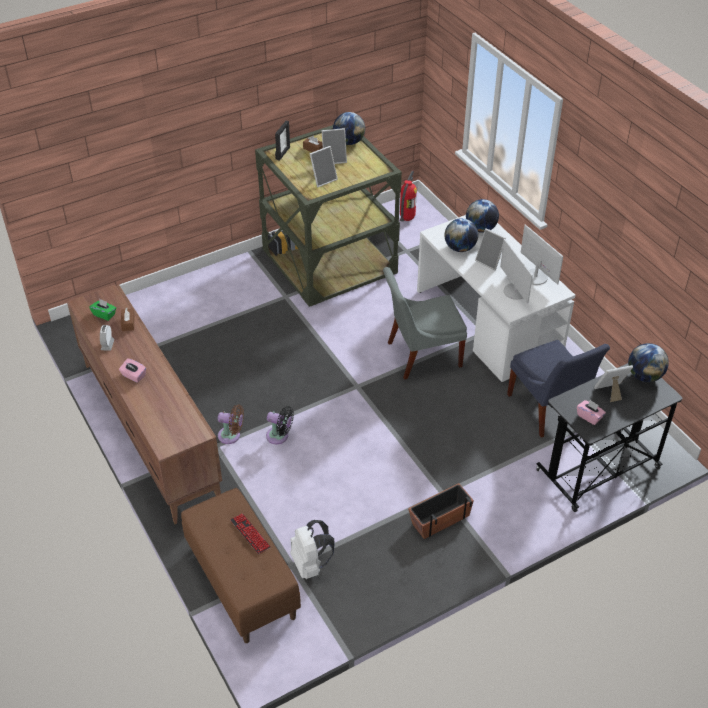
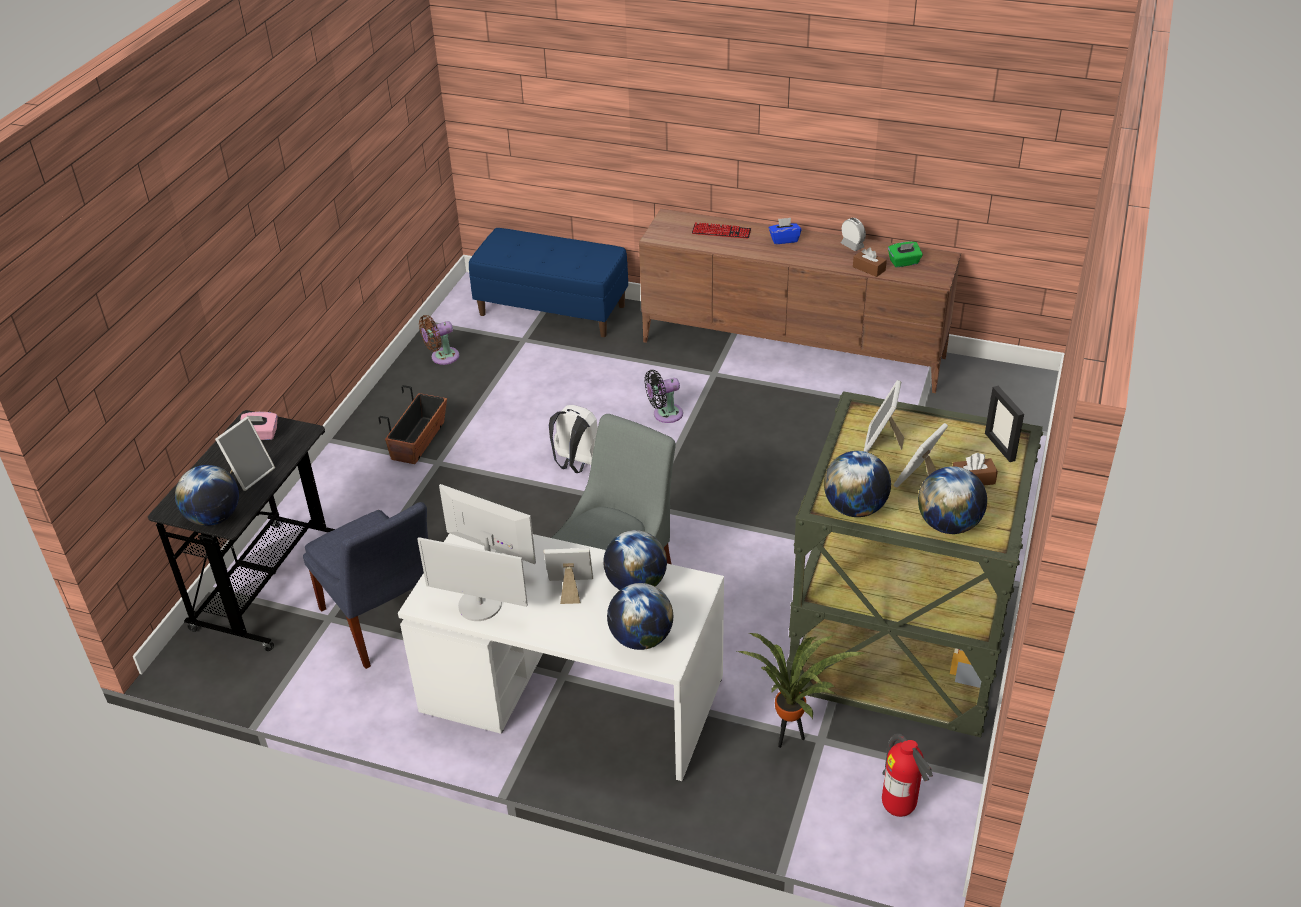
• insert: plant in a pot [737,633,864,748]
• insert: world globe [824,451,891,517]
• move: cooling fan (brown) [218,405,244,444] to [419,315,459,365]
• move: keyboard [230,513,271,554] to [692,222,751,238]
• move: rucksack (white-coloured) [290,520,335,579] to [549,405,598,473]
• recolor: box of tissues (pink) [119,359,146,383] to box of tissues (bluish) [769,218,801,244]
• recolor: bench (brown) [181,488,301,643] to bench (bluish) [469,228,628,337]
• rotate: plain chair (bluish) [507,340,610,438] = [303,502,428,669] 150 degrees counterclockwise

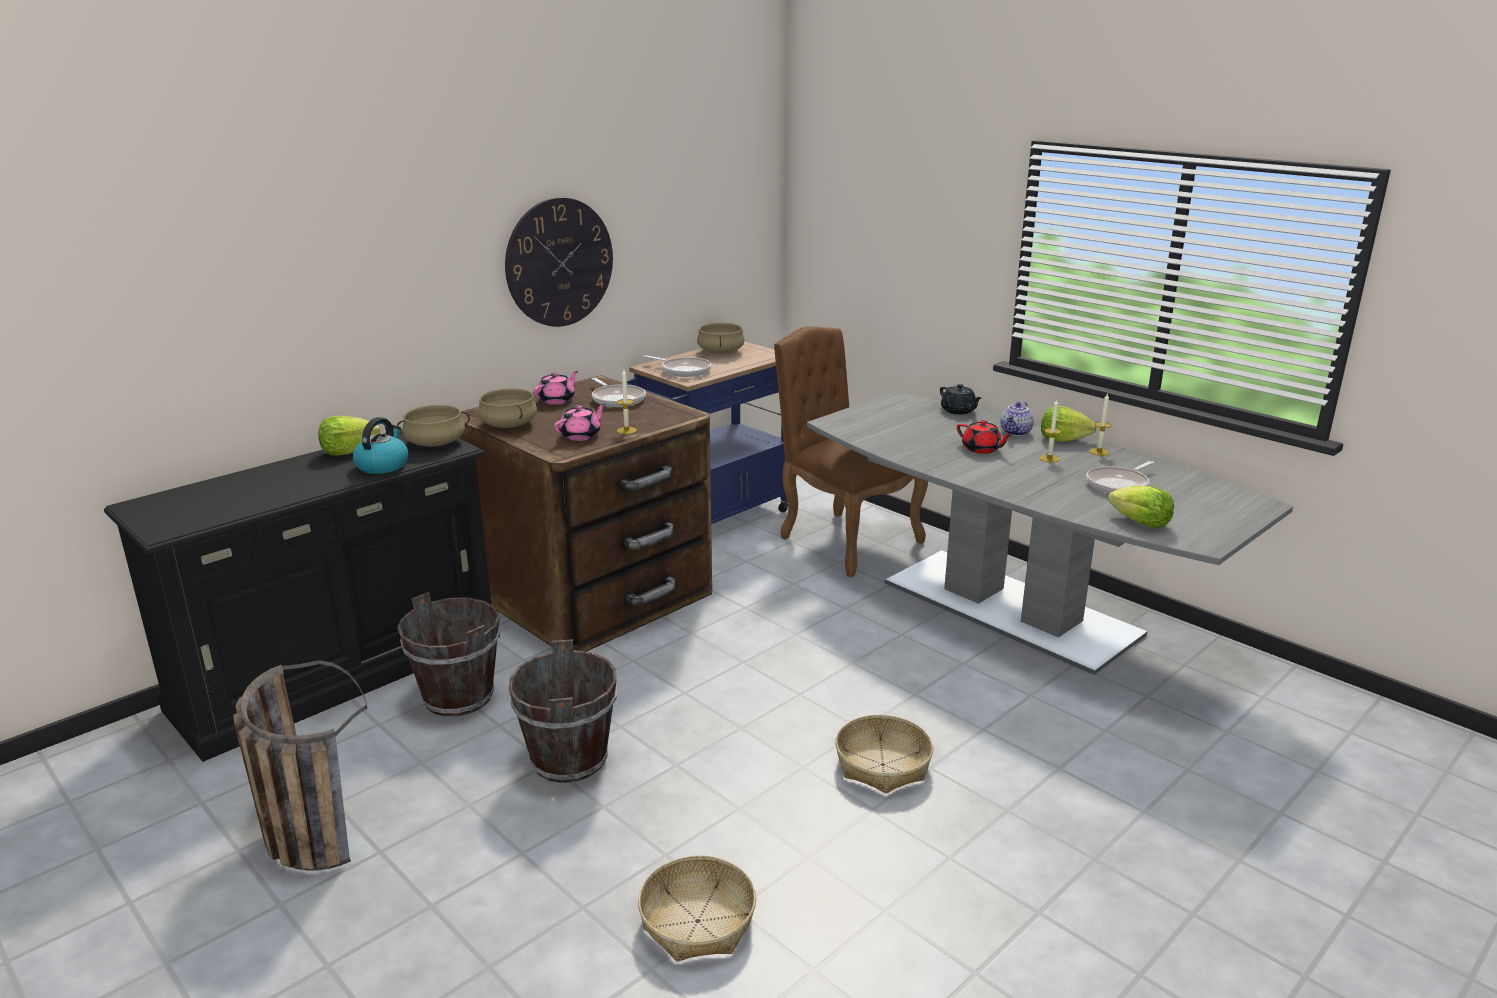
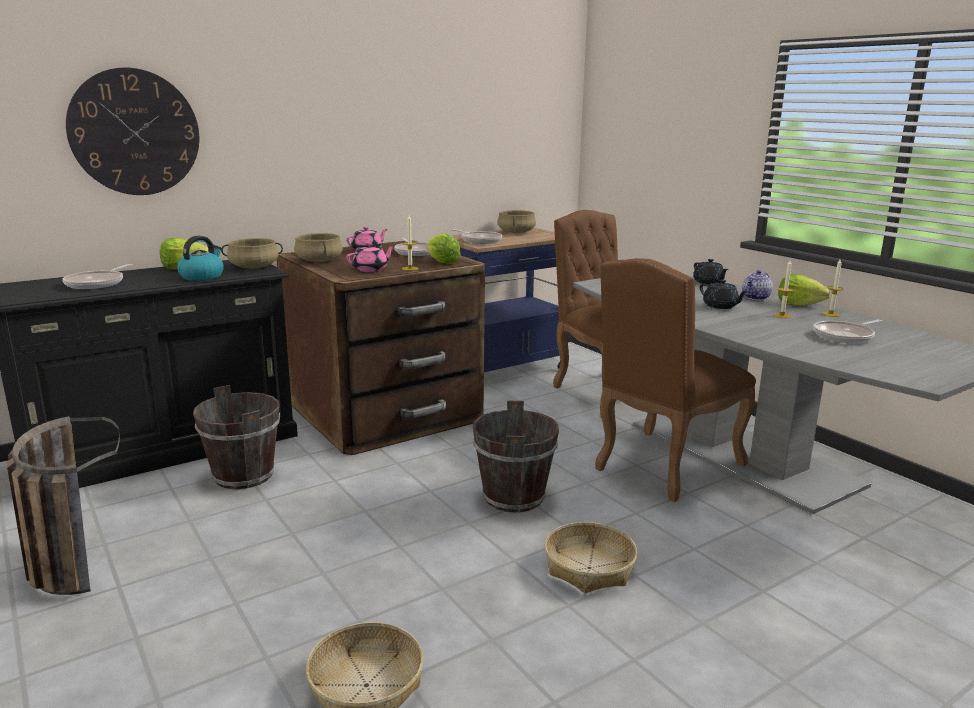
• insert: skillet [62,264,132,289]
• insert: plain chair (brown) [595,258,756,502]
• move: hanging clock [505,197,613,327] to [66,67,199,195]
• move: water bucket (brown) [509,639,617,783] to [473,401,559,513]
• move: lettuce [1108,486,1174,528] to [426,233,461,264]
• recolor: teapot (red-coloured) [957,420,1013,454] to teapot (black) [700,280,749,309]

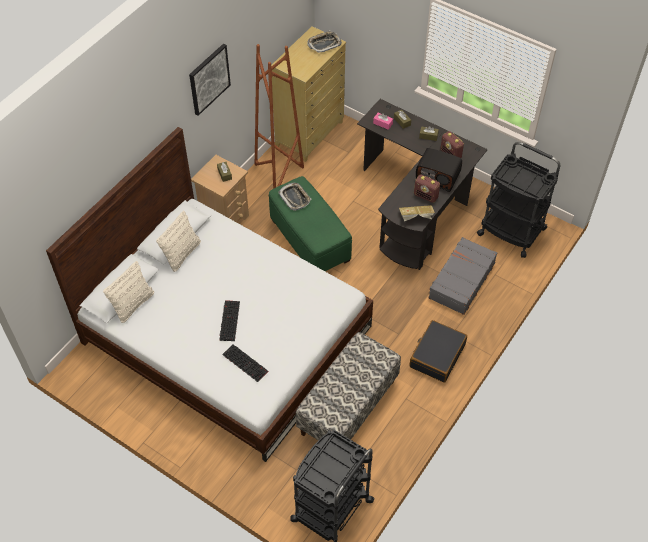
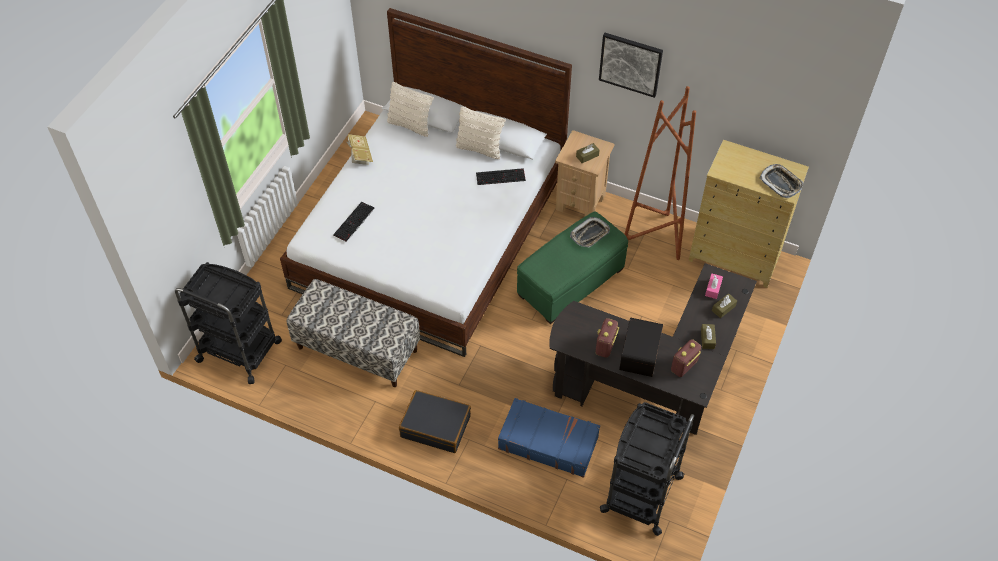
• move: keyboard [219,300,240,341] to [476,168,526,185]
• move: book [399,205,435,221] to [347,134,373,165]
• recolor: piece of luggage (gray) [428,237,497,315] to piece of luggage (bluish) [498,398,600,478]

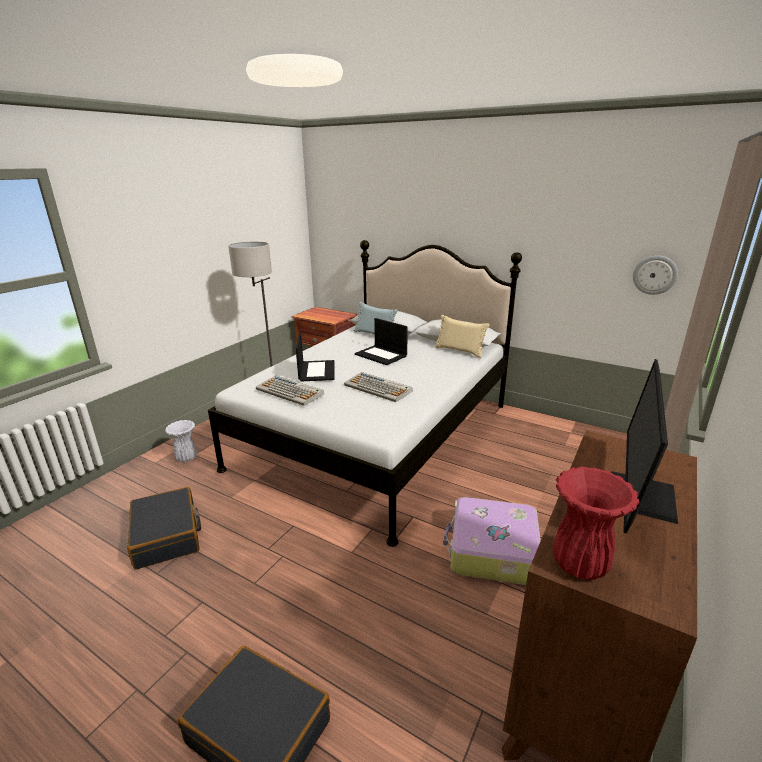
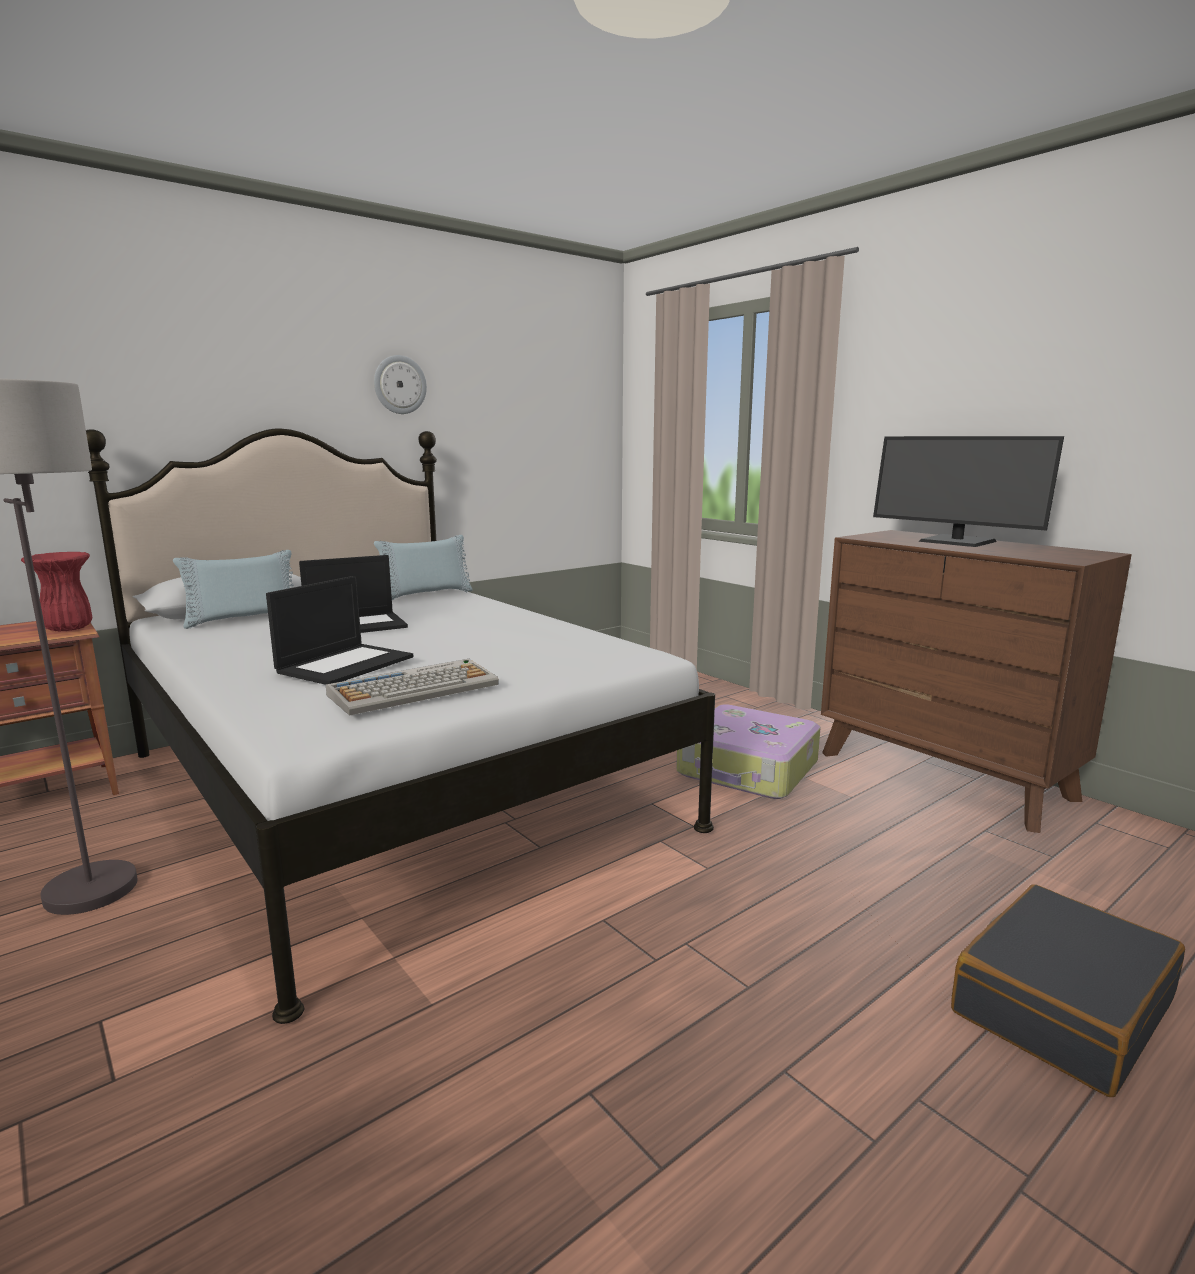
• delete: piece of luggage (black) [127,487,201,570]
• delete: decorative vase (white-coloured) [165,420,197,462]
• delete: keyboard [344,372,413,402]
• move: decorative vase (red-coloured) [553,467,639,580] to [21,552,92,631]
• move: hanging clock [633,255,678,295] to [374,355,427,414]
• recolor: throw pillow (beige) [434,315,489,358] to throw pillow (bluish) [374,535,473,600]
• rotate: portable computer [296,332,335,382] = [266,576,414,685] 105 degrees clockwise

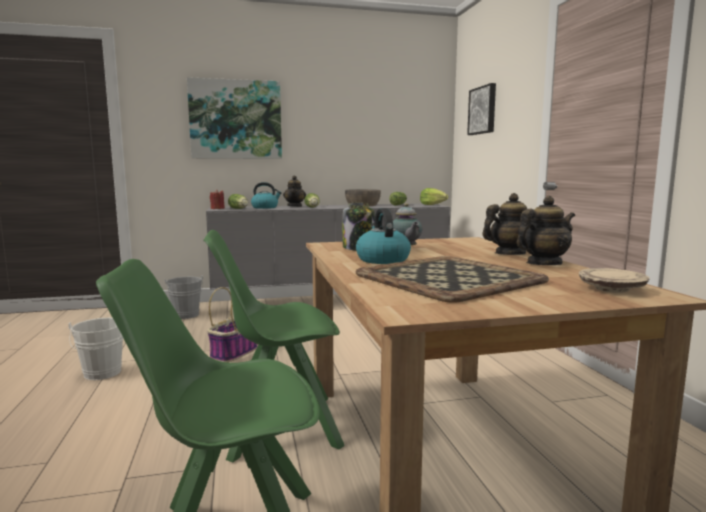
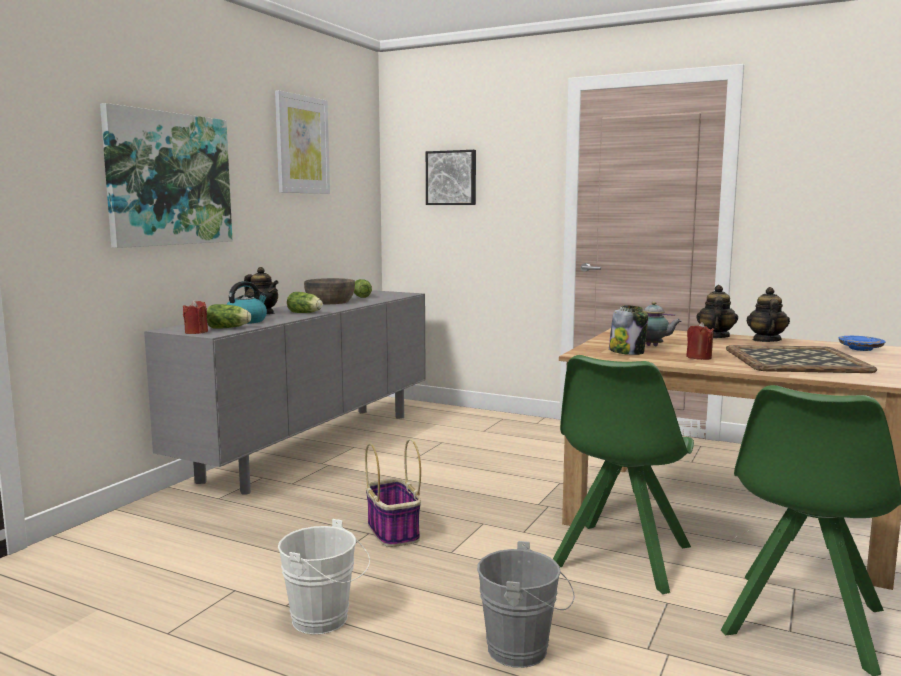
• delete: lettuce [420,188,448,205]
• insert: wall picture [275,90,330,194]
• move: water bucket (gray) [165,275,203,319] to [477,541,575,668]
• replace: tea kettle [356,208,411,264] to candle (red-coloured) [686,322,714,360]
• recolor: flat dish (beige) [579,268,650,293] to flat dish (bluish) [838,336,886,351]

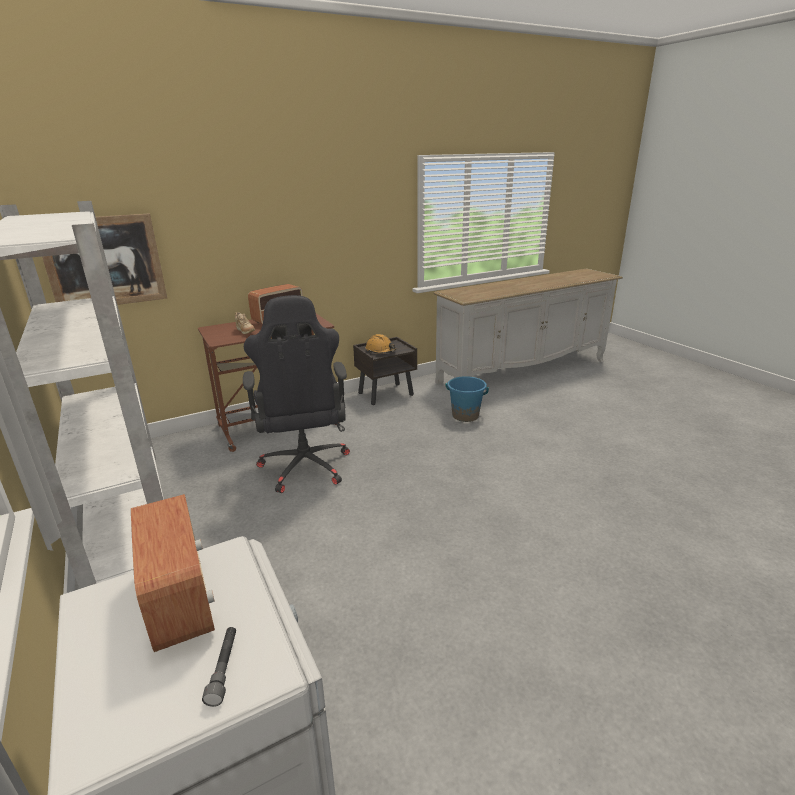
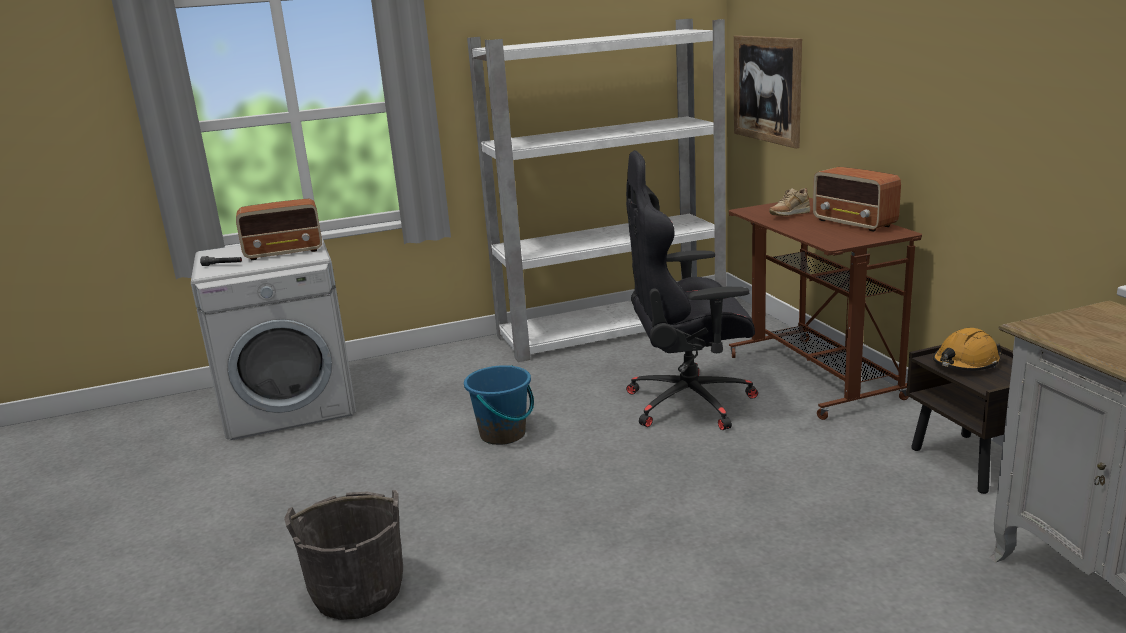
• insert: water bucket (gray) [284,490,403,620]
• move: water bucket (bluish) [445,376,489,422] to [464,365,534,445]

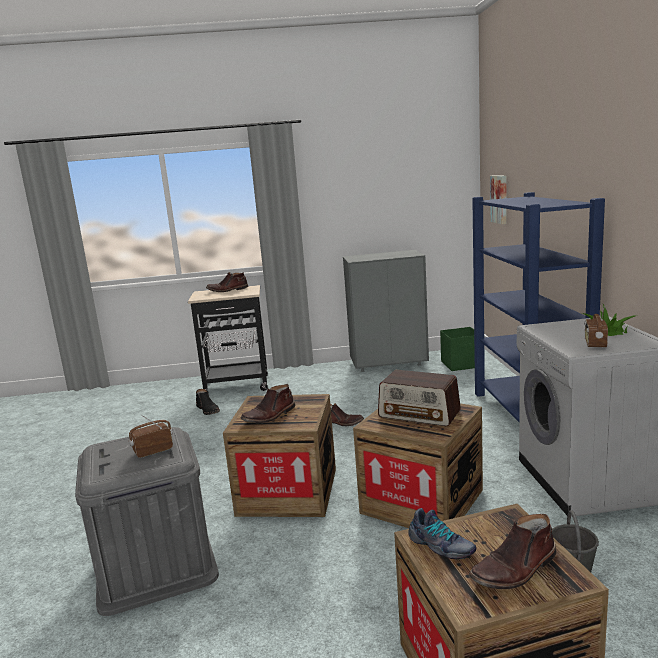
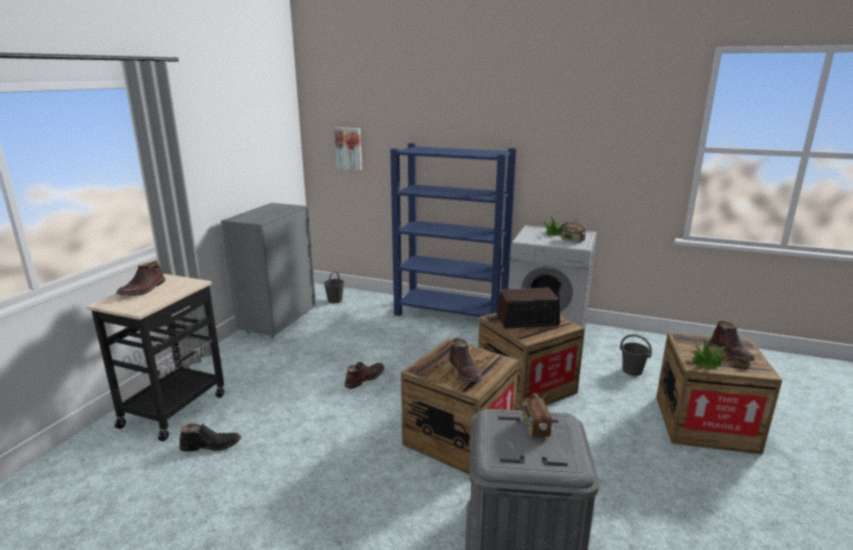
• replace: low shoe [408,508,476,560] to plant in a pot [691,338,726,370]
• replace: storage container (green-coloured) [440,327,475,371] to water bucket (gray) [324,271,344,303]
• rotate: radio [378,370,461,426] = [497,287,560,328] 150 degrees counterclockwise

